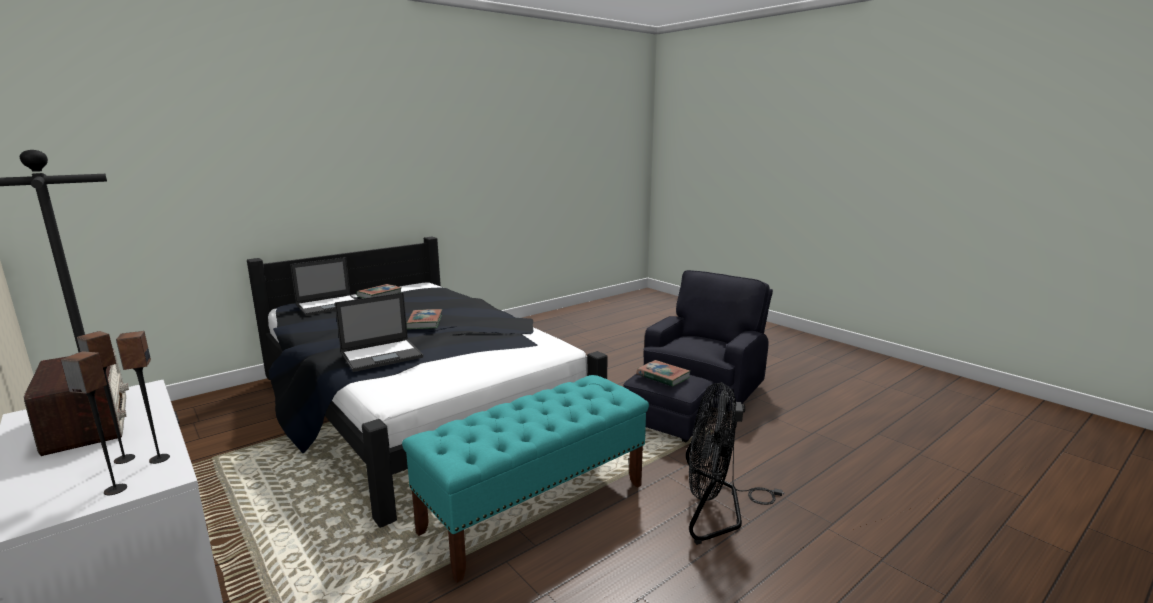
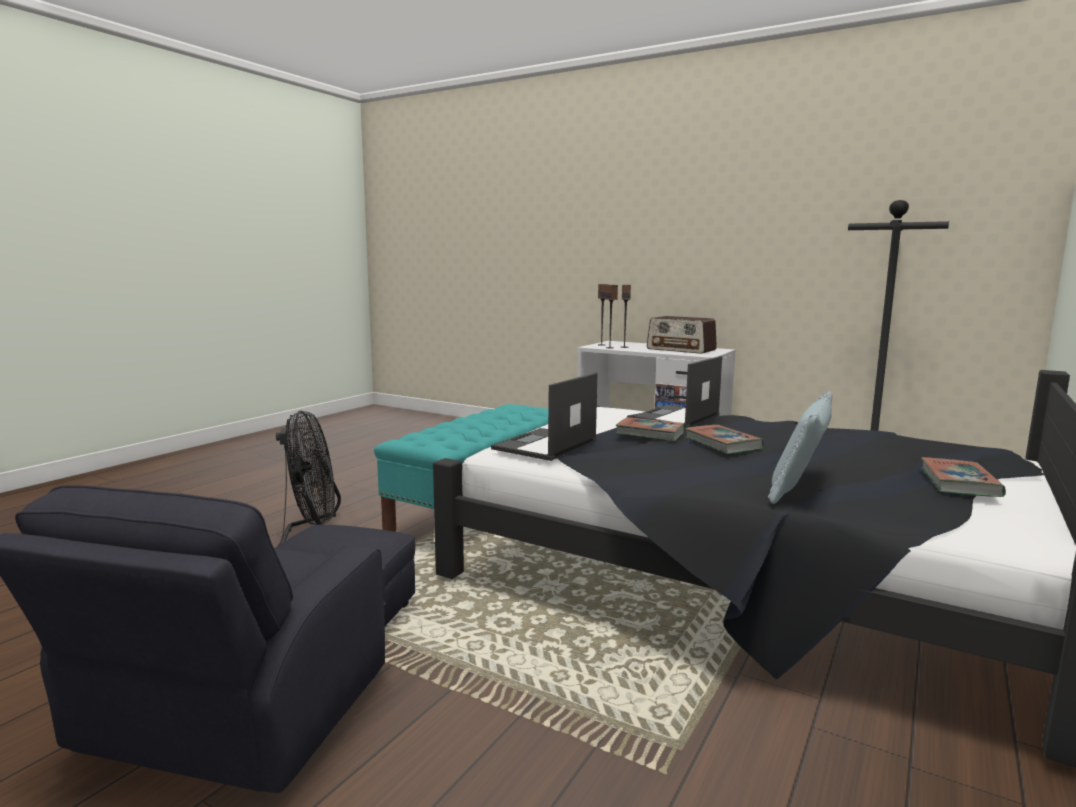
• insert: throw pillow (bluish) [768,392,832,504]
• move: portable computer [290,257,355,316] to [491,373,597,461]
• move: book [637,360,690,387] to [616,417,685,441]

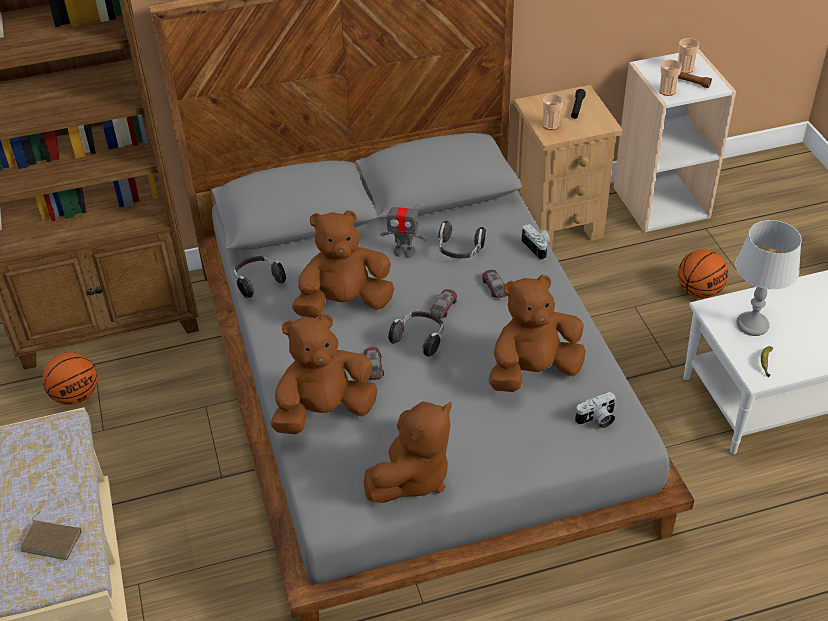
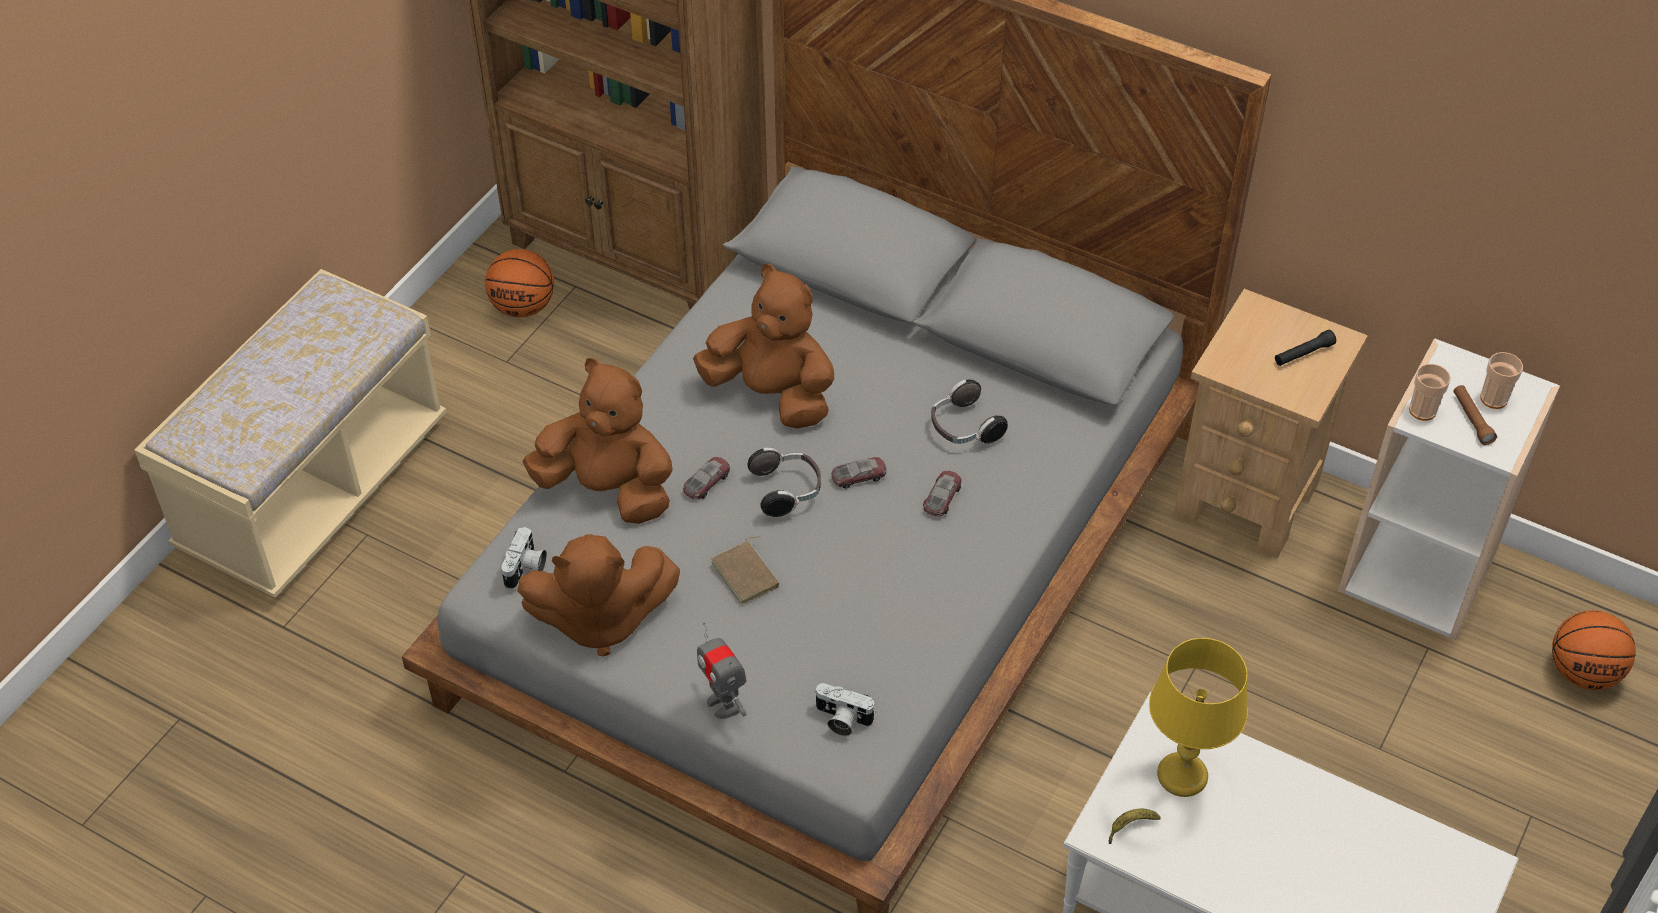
• delete: headset [234,256,286,298]
• delete: cuddly toy (brown) [489,275,586,392]
• delete: drinking cup [543,94,563,130]
• move: book (brown) [20,511,82,560] to [711,536,779,604]
• move: robot figure [380,199,428,258] to [697,622,747,719]
• move: still camera [521,224,550,260] to [501,527,547,589]
• move: ball for basketball [678,249,728,298] to [1552,610,1636,690]
• recolor: table lamp (gray) [735,220,802,336] to table lamp (yellowish) [1149,638,1248,797]

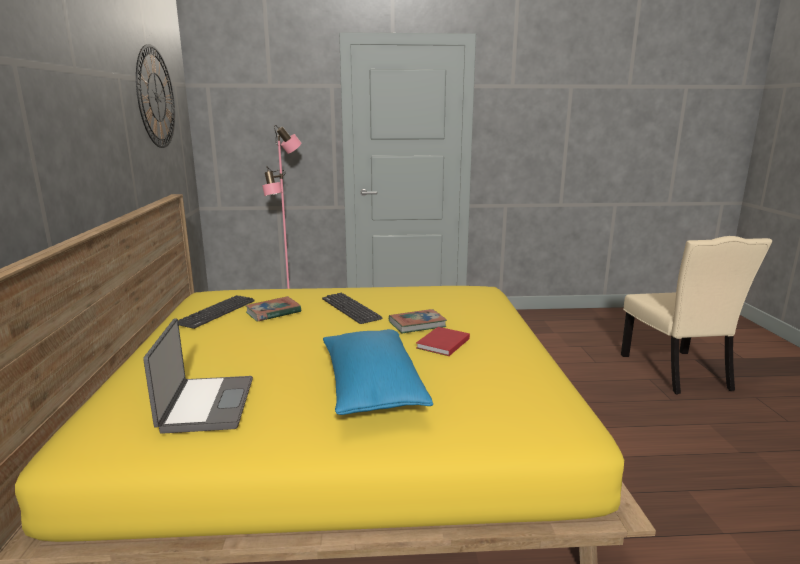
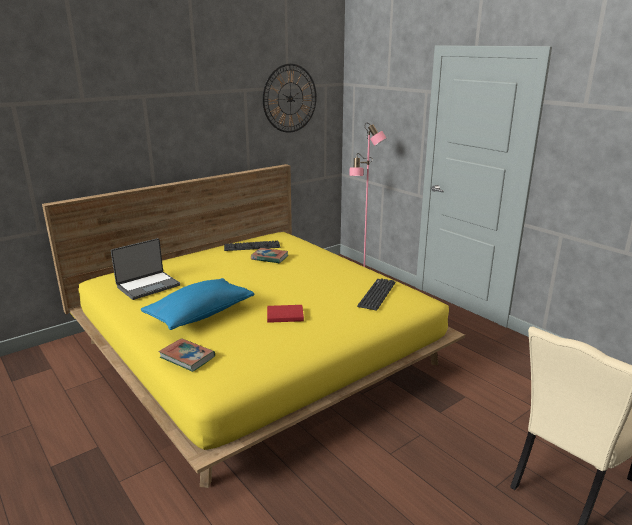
• move: keyboard [322,293,383,324] to [357,278,395,310]
• move: book [389,309,447,333] to [159,338,215,372]

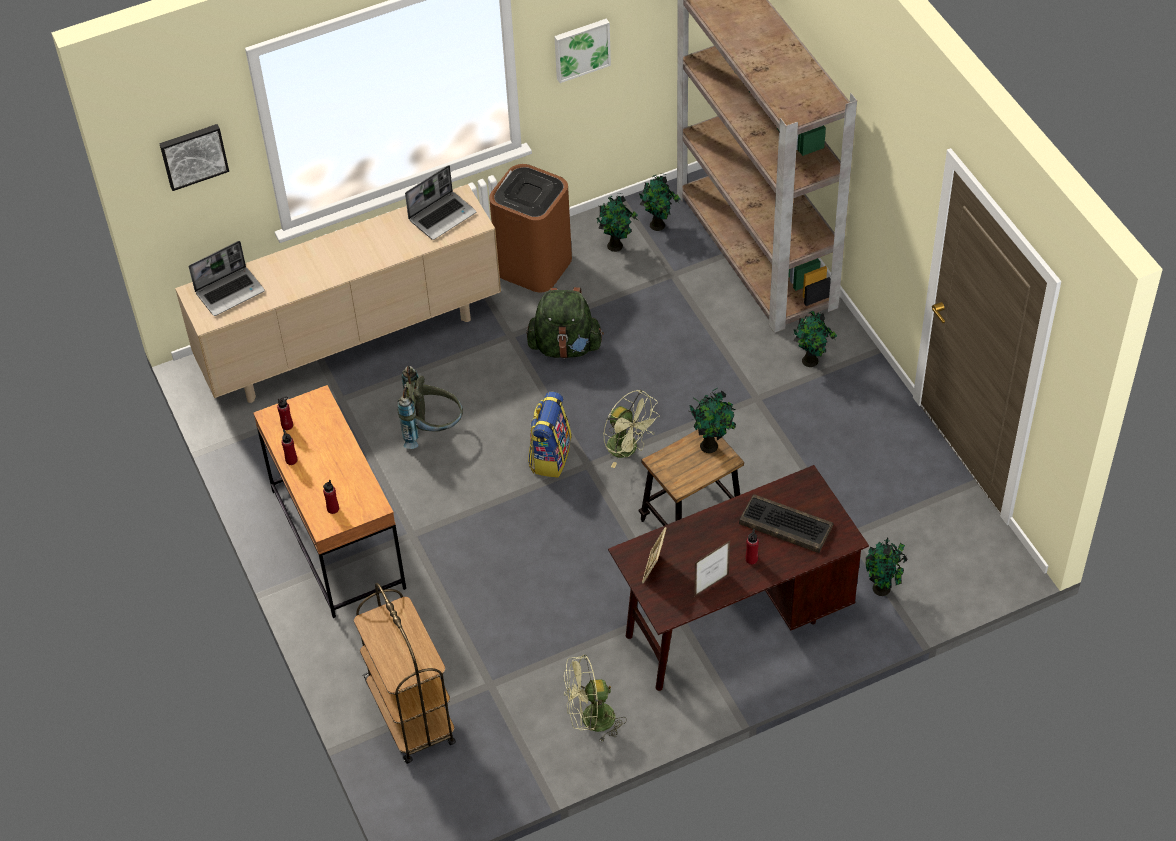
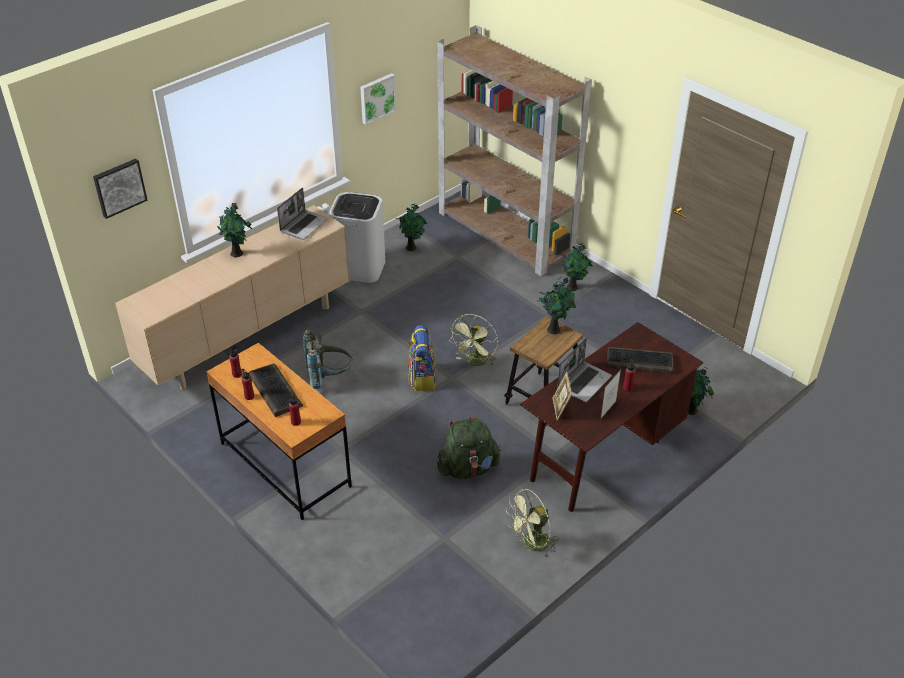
• delete: cart (brown) [353,583,456,764]
• insert: keyboard [249,364,303,417]
• move: portable computer [189,241,265,316] to [557,338,612,402]
• move: rucksack (green-coloured) [526,287,604,359] to [437,416,501,479]
• move: plant in a pot [639,175,680,231] to [217,203,252,257]
• recolor: trash can (brown) [489,164,572,292] to trash can (white-coloured) [329,192,385,283]
• rotate: cooling fan (green-coloured) [603,390,660,468] = [450,314,498,366] 90 degrees clockwise

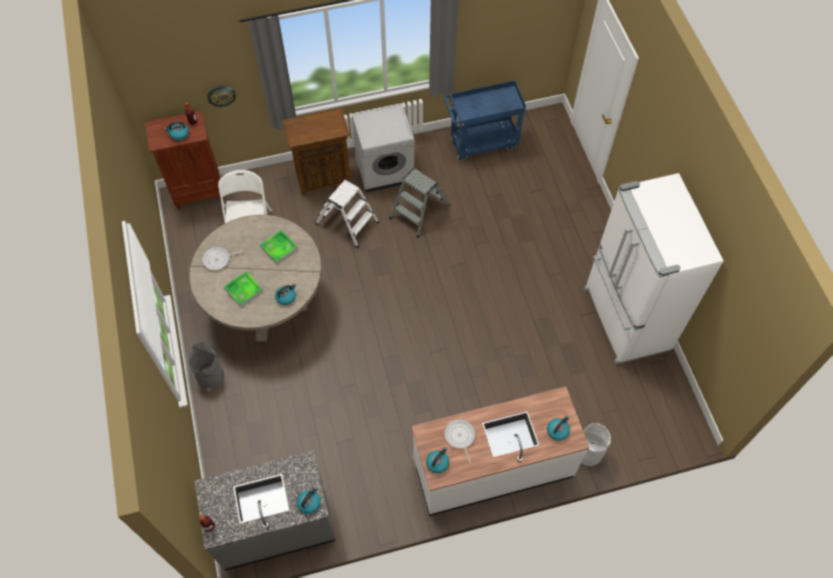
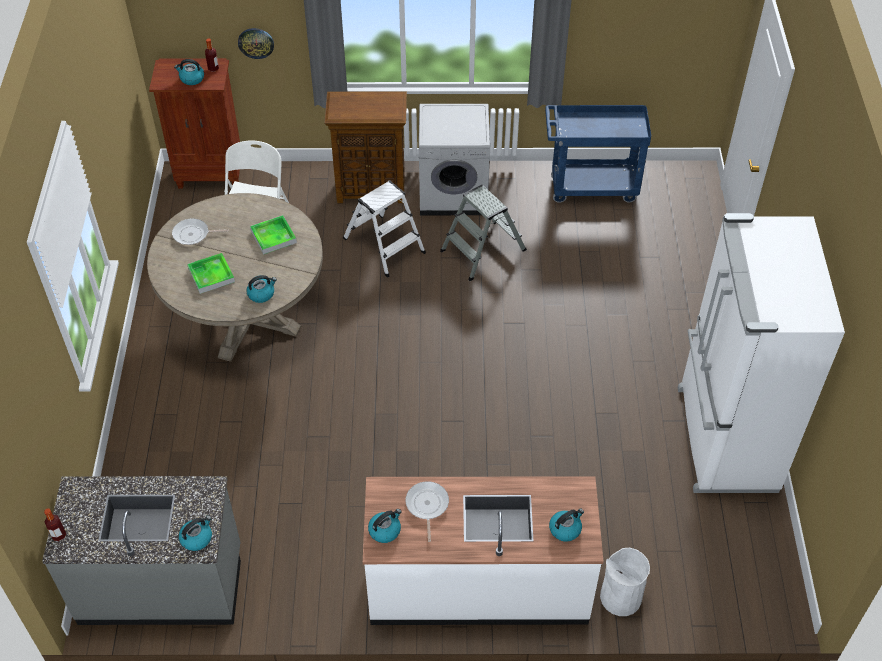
• delete: trash can (gray) [188,342,224,389]

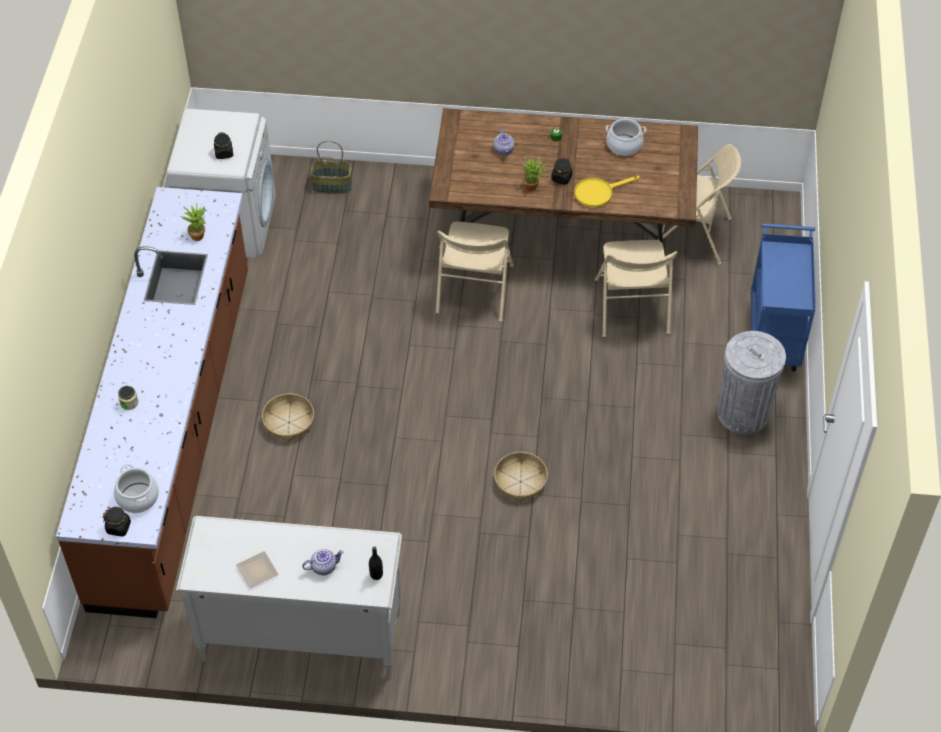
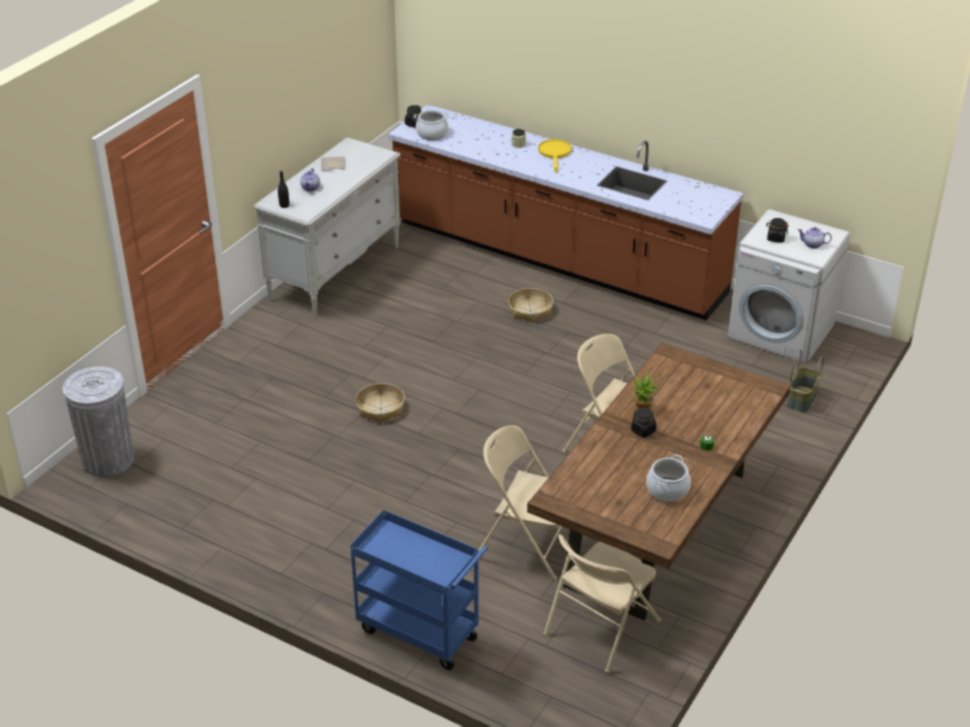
• delete: plant in a pot [180,202,205,241]
• move: teapot [493,128,515,156] to [797,227,832,249]
• move: skillet (yellowish) [574,176,640,207] to [538,139,572,172]
• move: trash can (gray) [717,331,786,434] to [63,366,134,477]

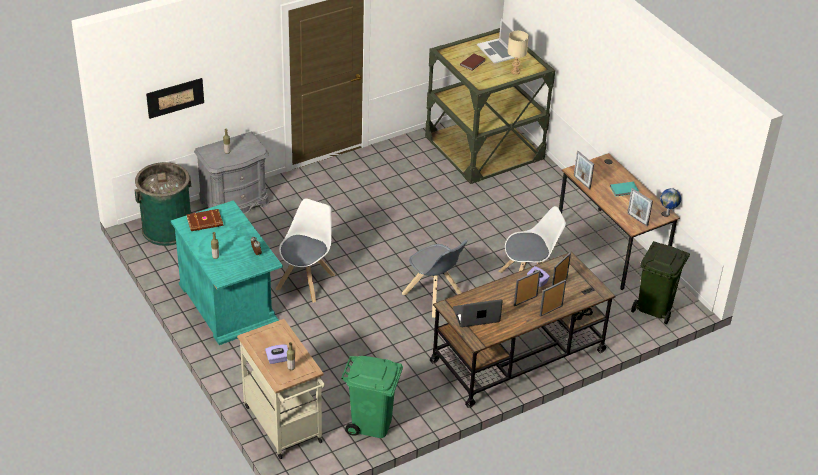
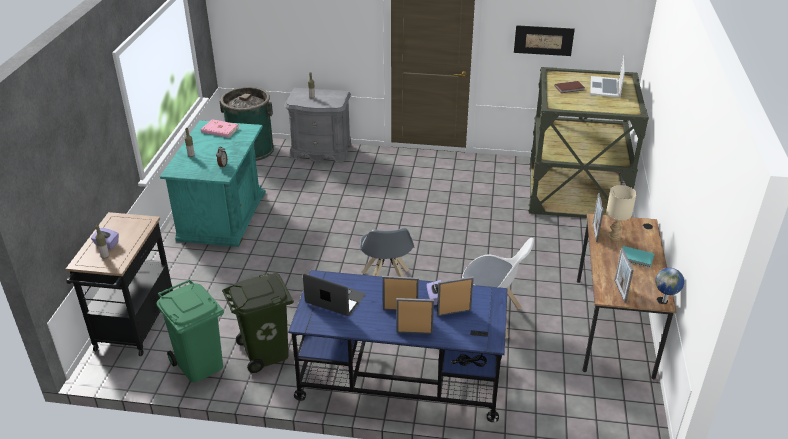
• delete: plain chair [276,198,335,303]
• move: wall picture [146,78,204,119] to [514,25,575,56]
• move: table lamp (beige) [507,31,529,75] to [606,185,637,241]
• move: trash can (green-coloured) [631,241,690,324] to [222,273,294,373]
• recolor: book (brown) [186,209,223,231] to book (pink) [201,119,239,138]
• recolor: cart (beige) [237,319,325,459] to cart (black) [66,212,173,356]
• recolor: desk (brown) [430,252,616,408] to desk (bluish) [288,270,508,422]

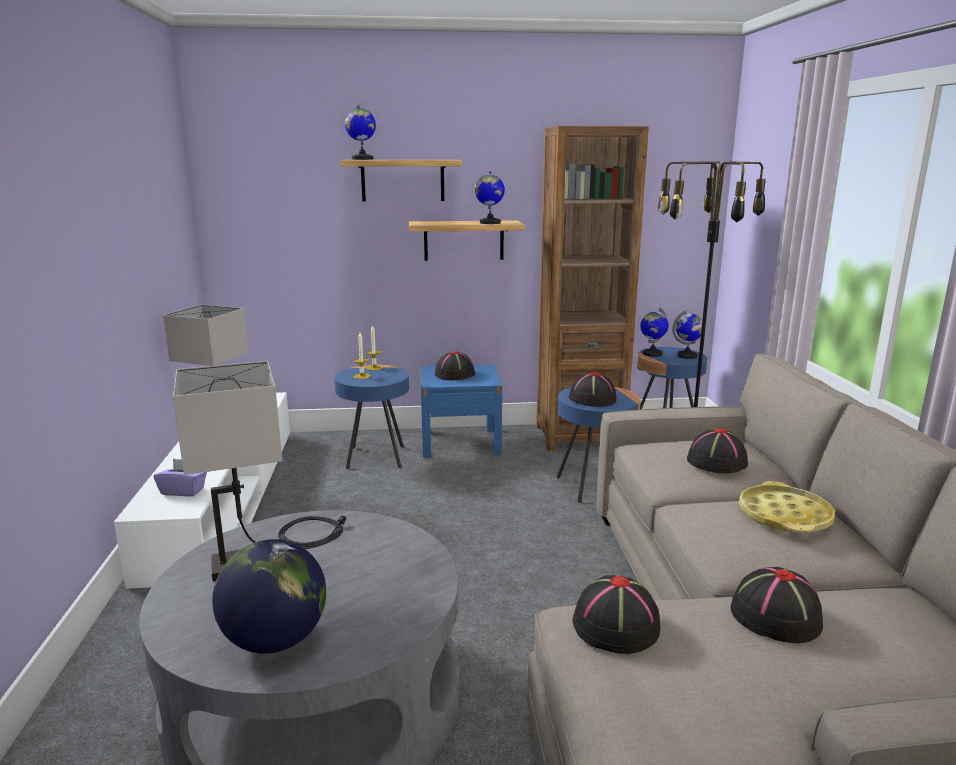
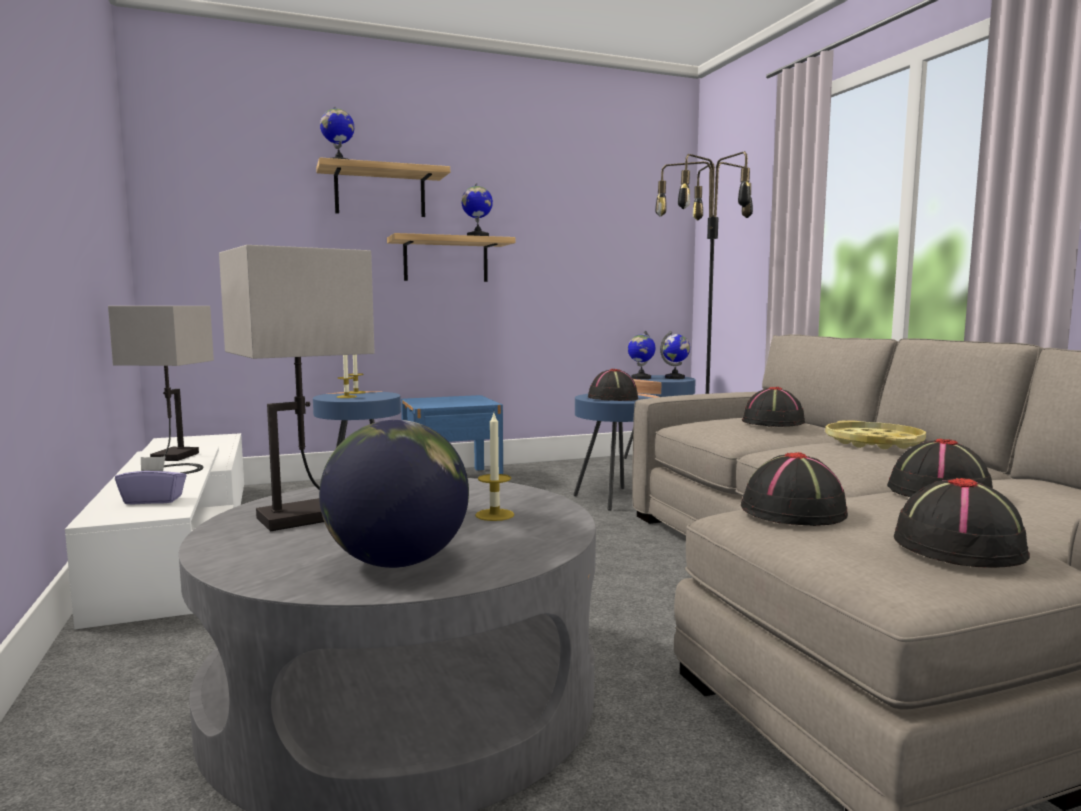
• delete: bookcase (brown) [536,126,649,451]
• insert: candle [475,413,514,521]
• move: hat (black) [435,351,475,380] to [894,478,1030,568]

